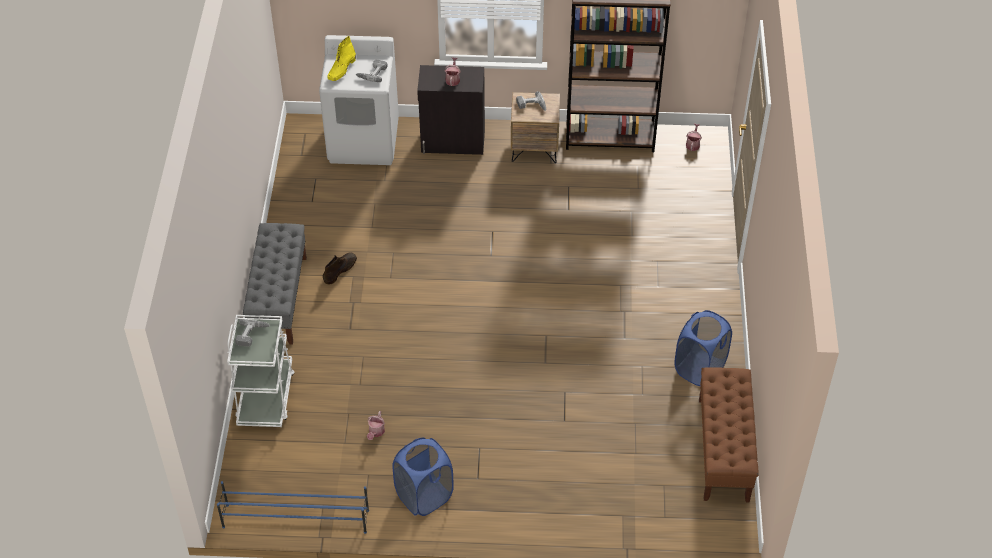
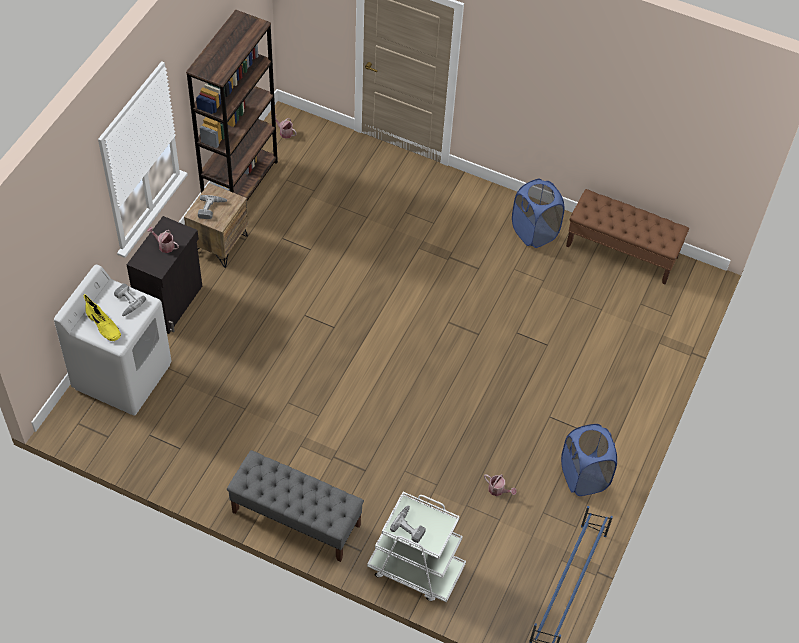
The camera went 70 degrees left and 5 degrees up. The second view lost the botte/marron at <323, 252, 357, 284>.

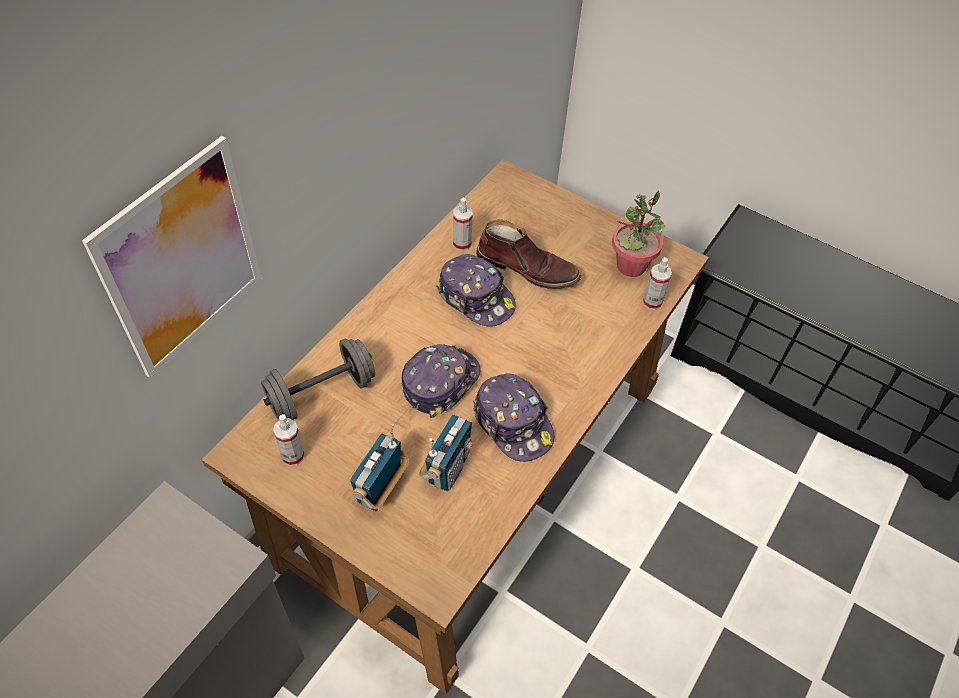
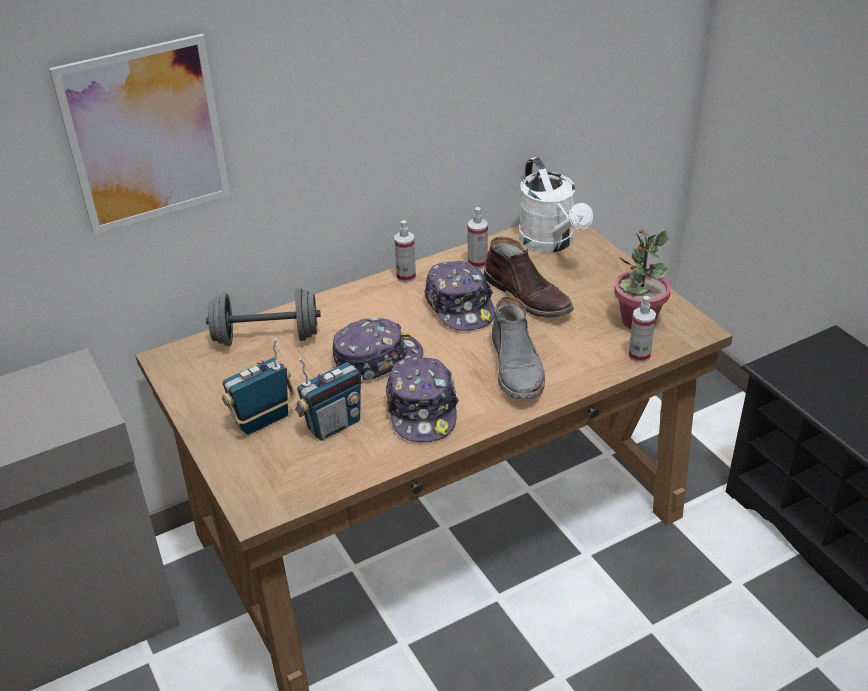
The camera went 30 degrees right and 15 degrees down. The second view gained the botte/gris at <492, 296, 545, 399>. The second view gained the arrosoir/blanc at <519, 157, 593, 252>. The vaporisateur ended up elsewhere, having gone from <273, 414, 305, 466> to <394, 220, 416, 283>.

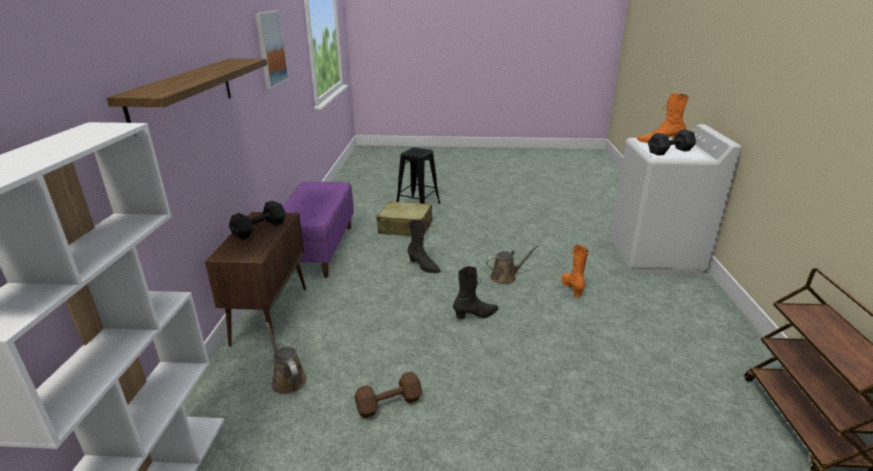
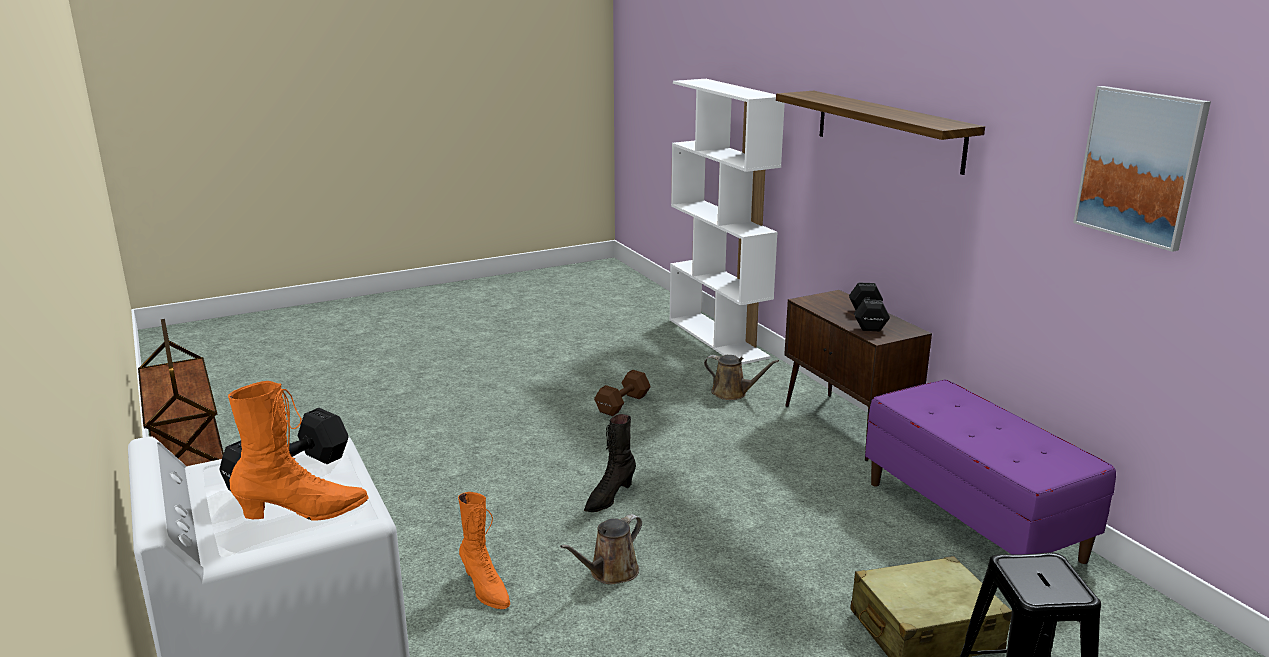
The camera went 150 degrees right and 5 degrees down. The second view lost the botte/noir at <408, 220, 441, 273>.

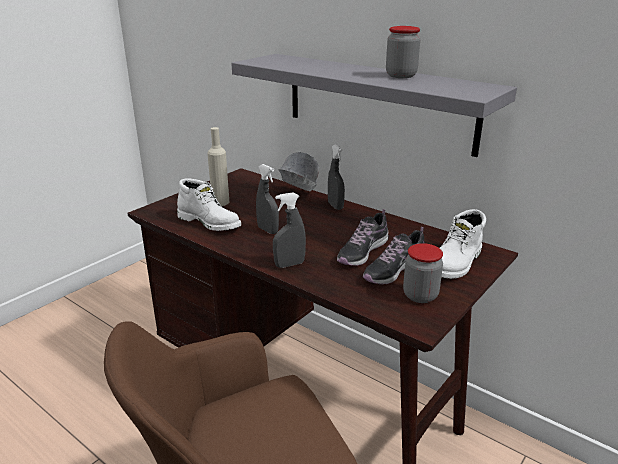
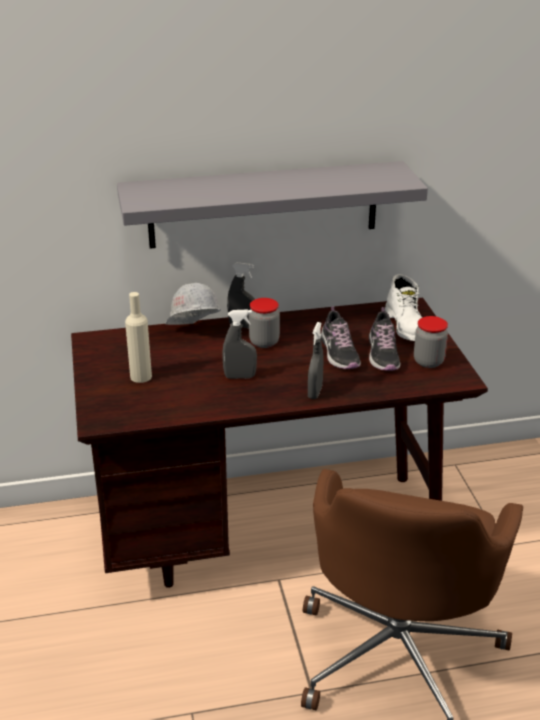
The camera went 50 degrees left and 5 degrees up. The second view lost the botte/blanc at <177, 179, 241, 231>. The bocal ended up elsewhere, having gone from <386, 26, 420, 78> to <249, 298, 280, 348>.

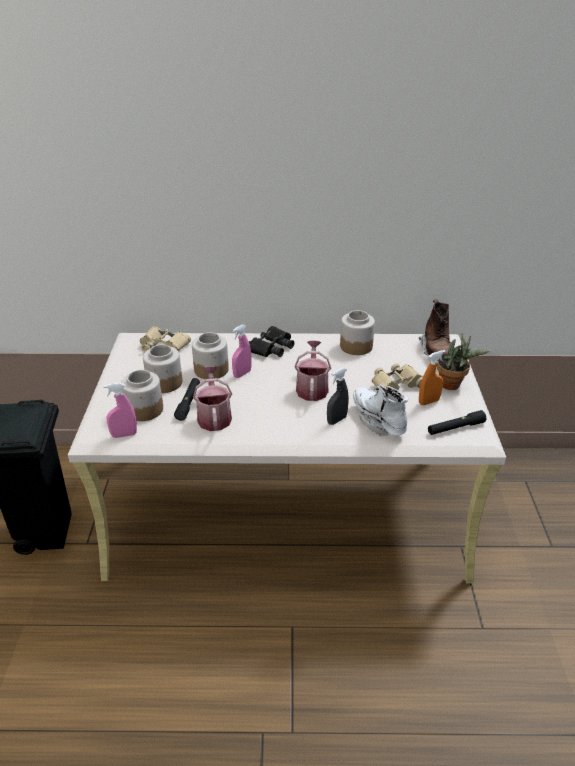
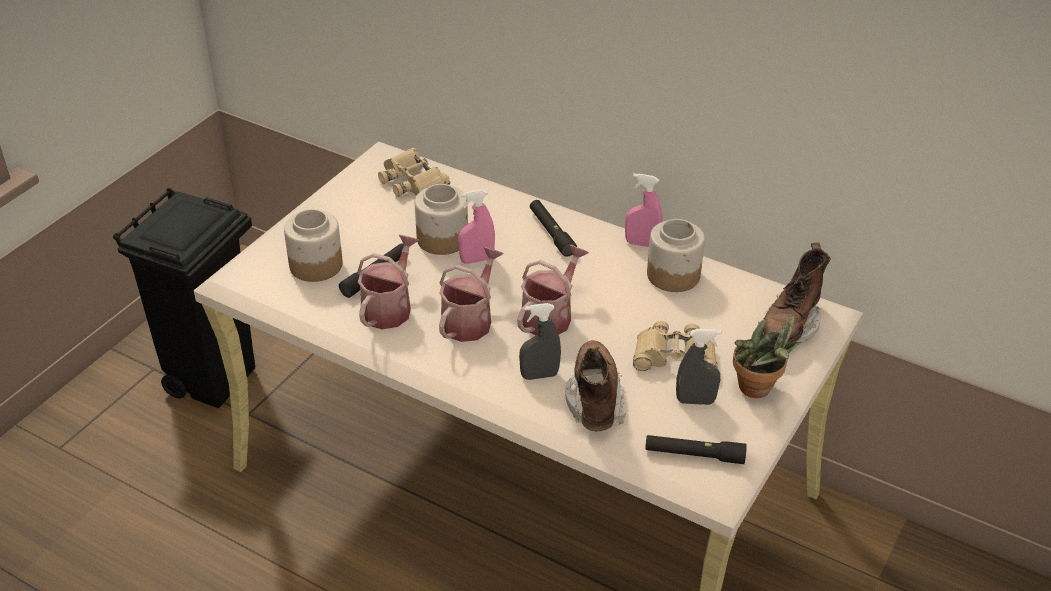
The camera went 30 degrees right and 5 degrees up. The second view lost the bocal at <143, 344, 182, 393>. The second view gained the arrosoir at <439, 247, 504, 342>. The vaporisateur/rose ended up elsewhere, having gone from <104, 383, 137, 438> to <625, 173, 663, 247>. Where the jumelles/noir stood at <249, 326, 294, 357>, the lampe de poche/noir came to stand at <530, 200, 577, 257>. What was the botte/blanc at <353, 384, 409, 436> turned into the botte/marron at <565, 340, 626, 431>. What was the vaporisateur/orange at <419, 350, 446, 405> turned into the vaporisateur/gris at <676, 329, 721, 405>.

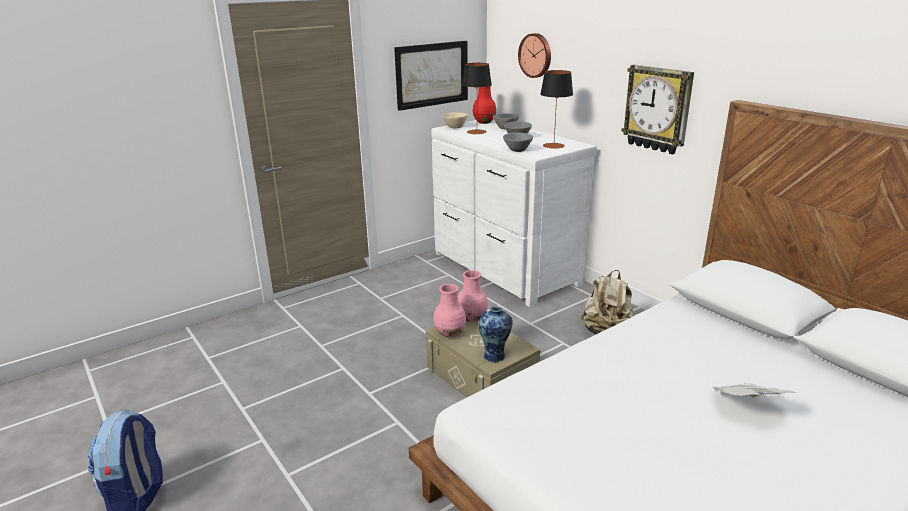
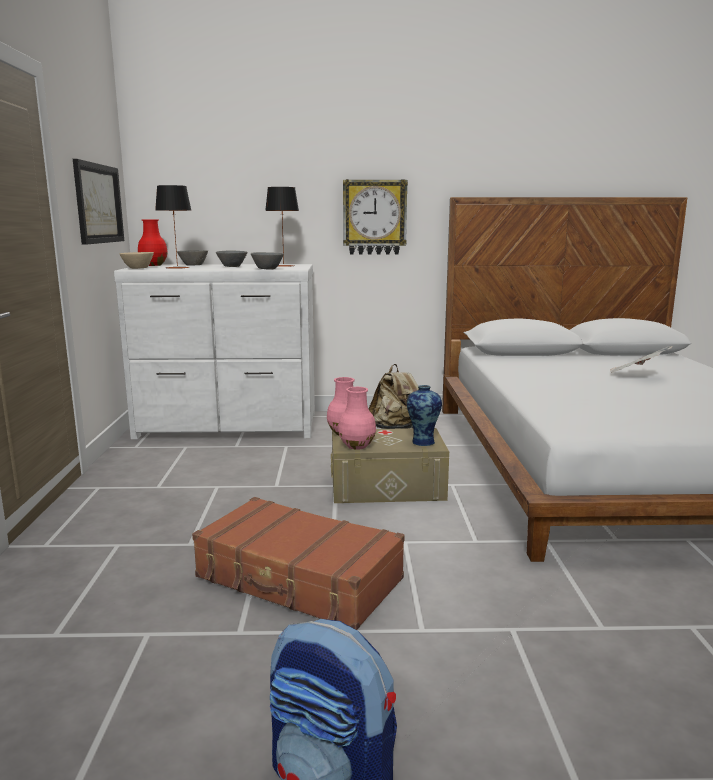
The camera went 55 degrees left and 10 degrees down. The second view lost the horloge murale at <518, 33, 551, 78>. The second view gained the valise/marron at <192, 497, 405, 630>.

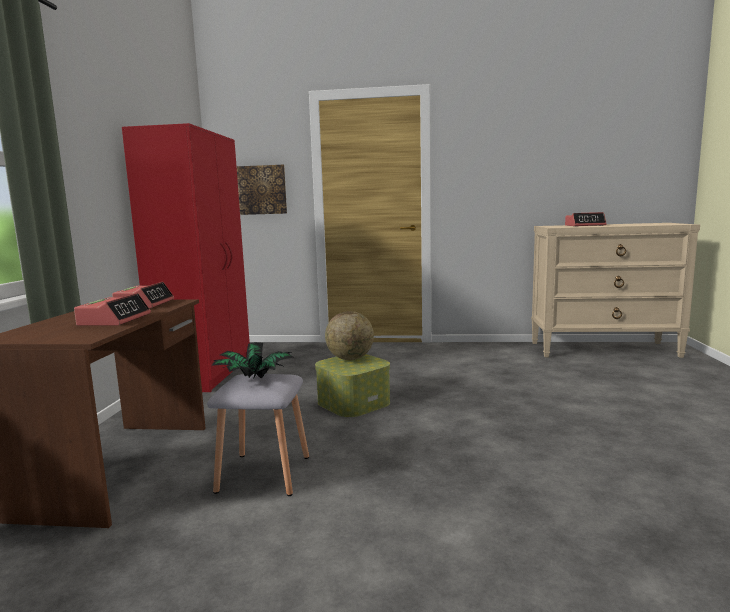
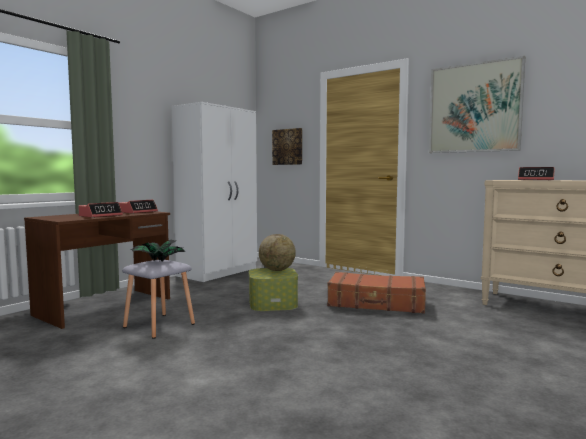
The camera went 30 degrees right and 5 degrees down. The second view gained the valise/marron at <327, 272, 426, 314>. The second view gained the tableau at <429, 56, 525, 153>. What was the armoire/rouge at <122, 123, 250, 392> turned into the armoire/blanc at <172, 102, 257, 282>.

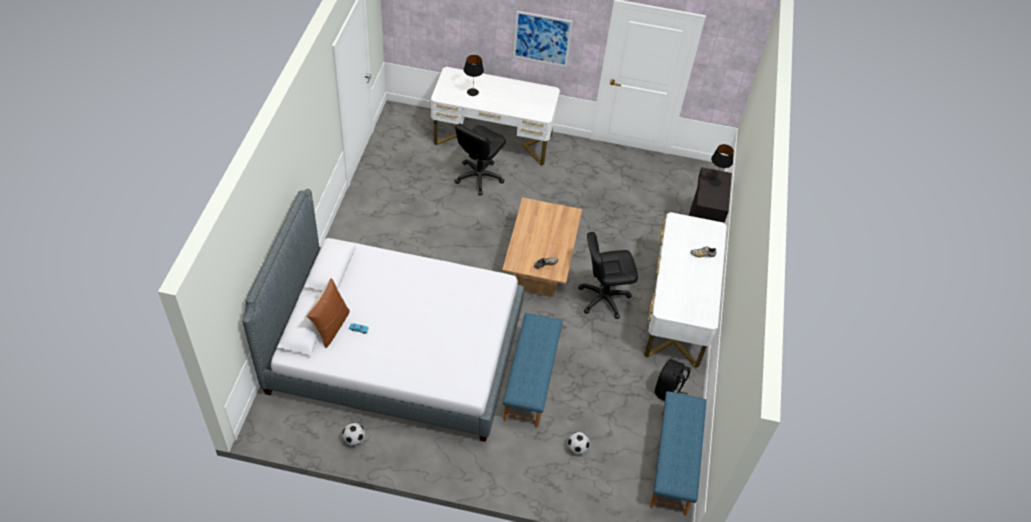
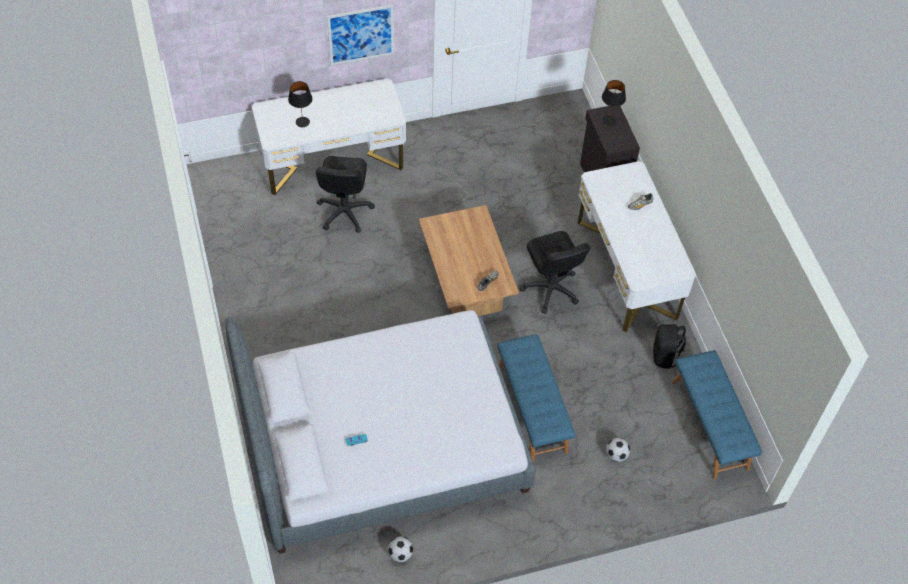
The camera went 25 degrees left and 5 degrees up. The second view lost the coussin/marron at <306, 278, 350, 348>. The chaise de bureau/noir at <578, 232, 638, 319> ended up facing another way, 75 degrees counterclockwise from before.

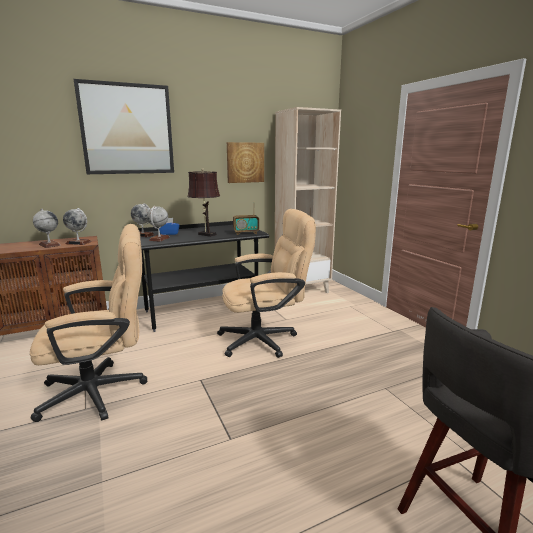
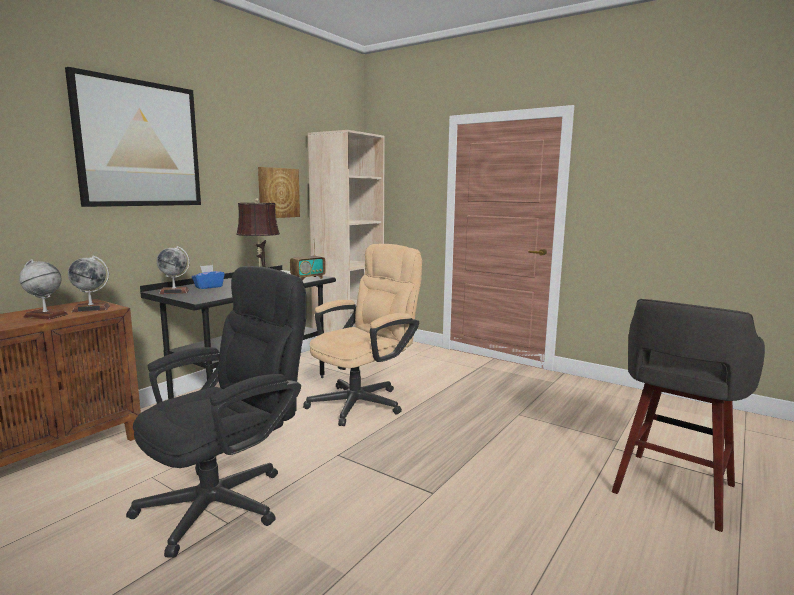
The camera went 30 degrees left and 5 degrees down. The second view lost the globe at <147, 206, 170, 242>. What was the chaise de bureau/beige at <30, 224, 147, 422> turned into the chaise de bureau/noir at <126, 266, 306, 558>.

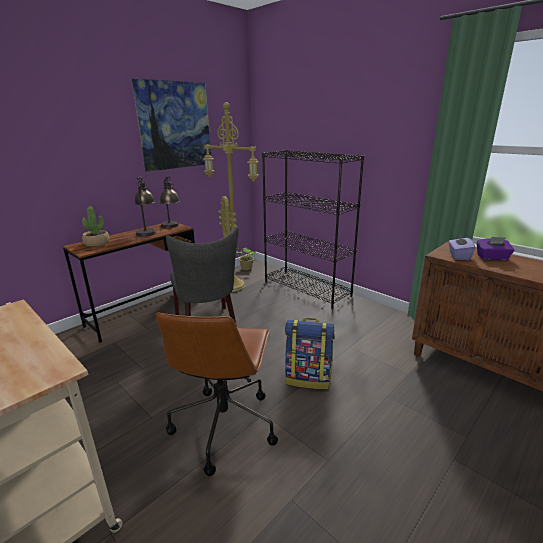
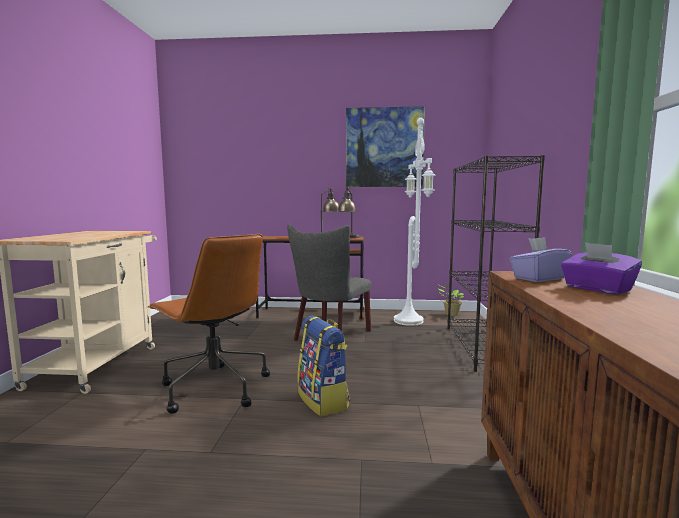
The camera went 50 degrees right and 15 degrees down. The second view lost the plante en pot at <82, 206, 110, 247>. What was the lampadaire/jaune at <203, 102, 259, 292> turned into the lampadaire/blanc at <394, 118, 436, 326>. The chaise de bureau/marron at <156, 313, 278, 476> ended up facing another way, 105 degrees counterclockwise from before.

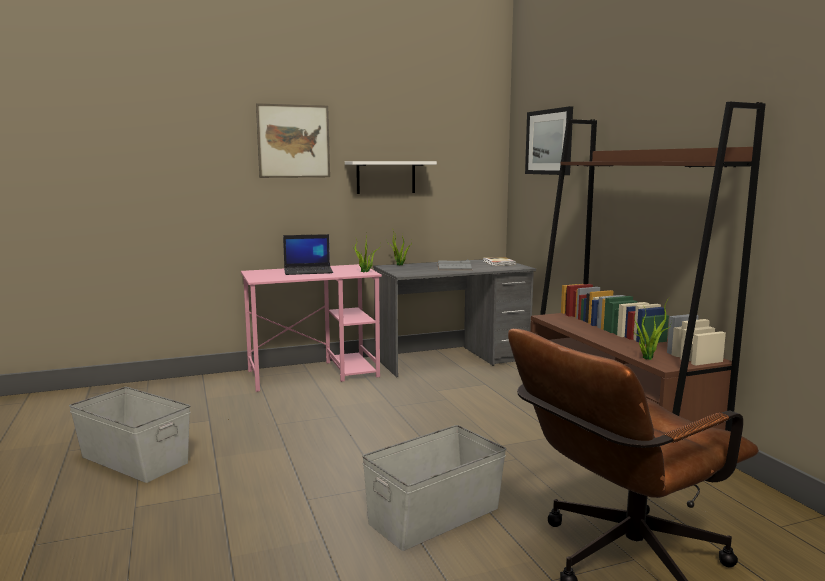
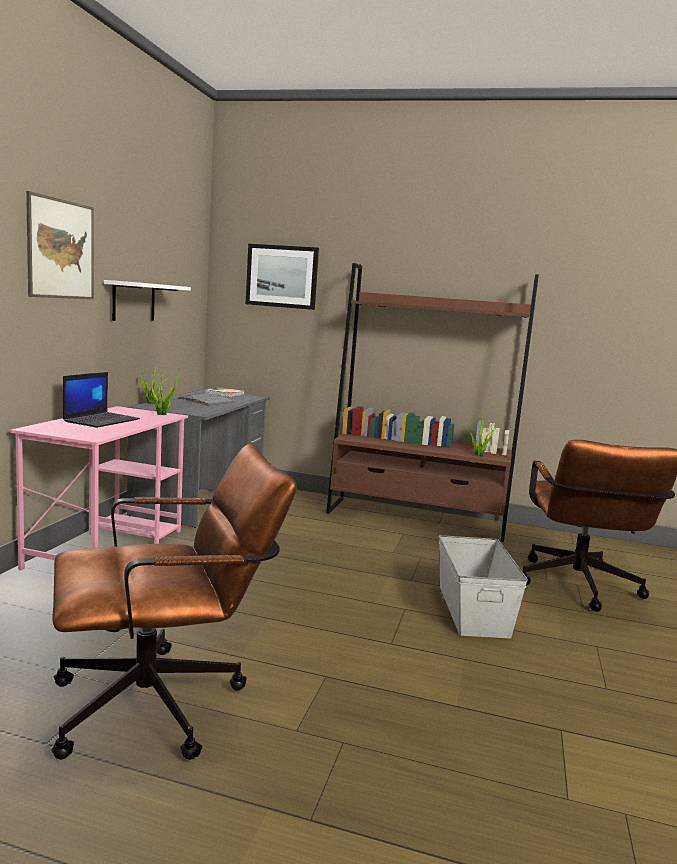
The camera went 55 degrees left and 0 degrees up. Where the boîte de rangement/gris stood at <69, 387, 191, 483>, the chaise de bureau/marron came to stand at <51, 444, 297, 760>.

